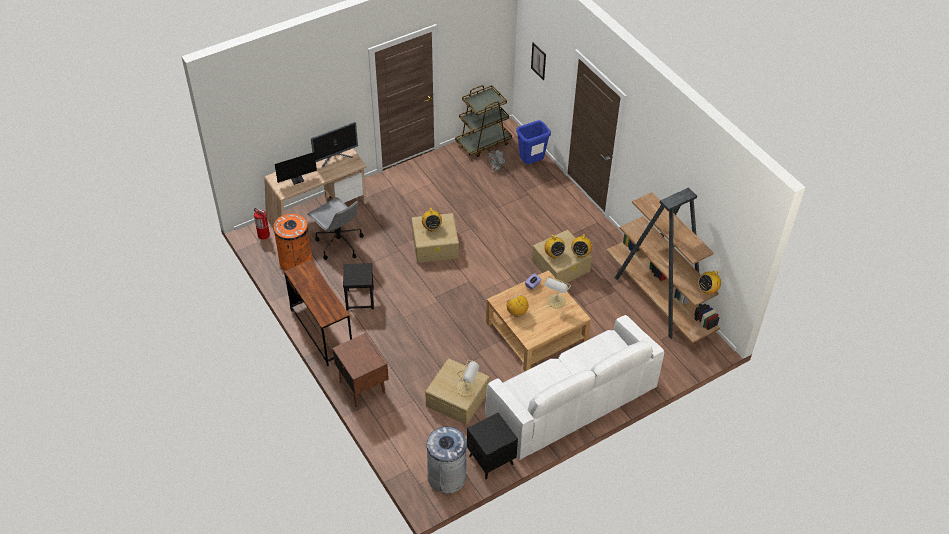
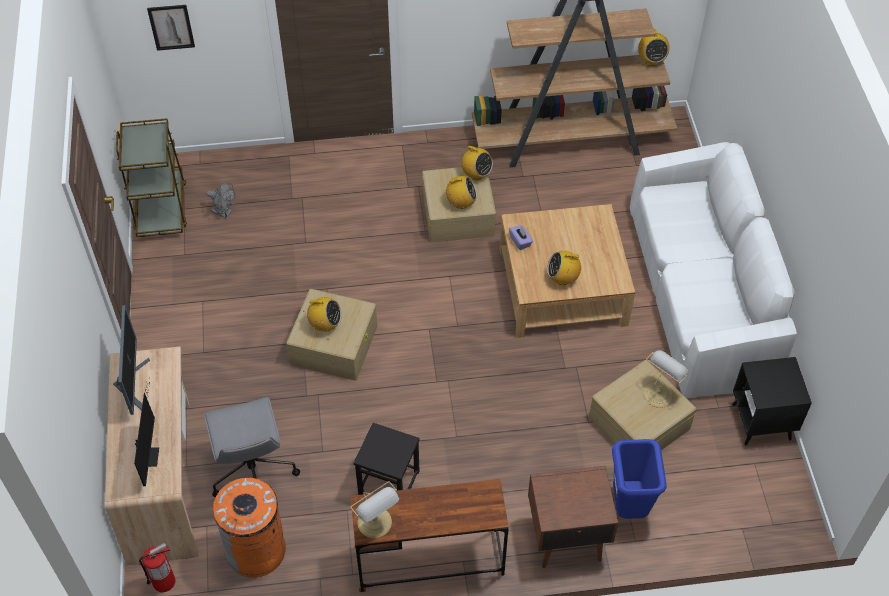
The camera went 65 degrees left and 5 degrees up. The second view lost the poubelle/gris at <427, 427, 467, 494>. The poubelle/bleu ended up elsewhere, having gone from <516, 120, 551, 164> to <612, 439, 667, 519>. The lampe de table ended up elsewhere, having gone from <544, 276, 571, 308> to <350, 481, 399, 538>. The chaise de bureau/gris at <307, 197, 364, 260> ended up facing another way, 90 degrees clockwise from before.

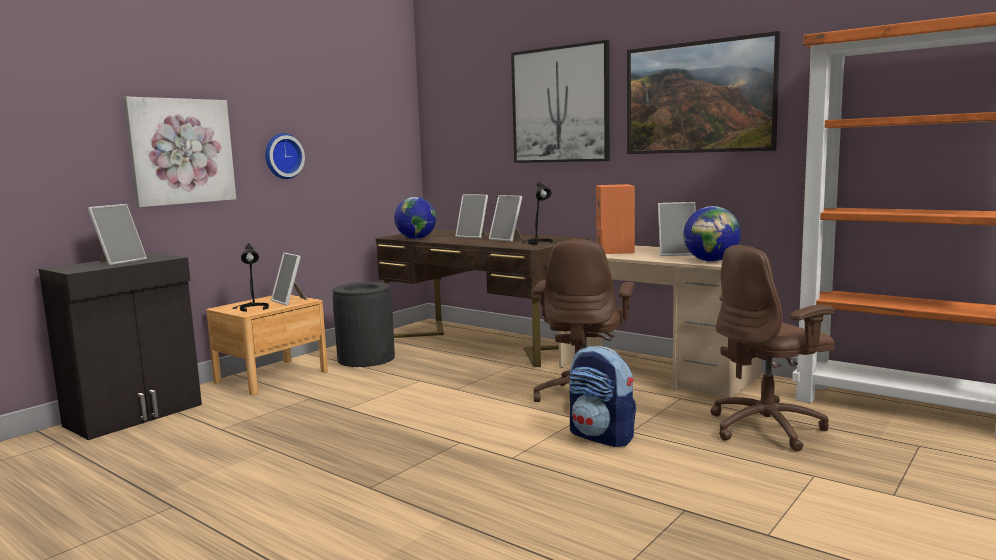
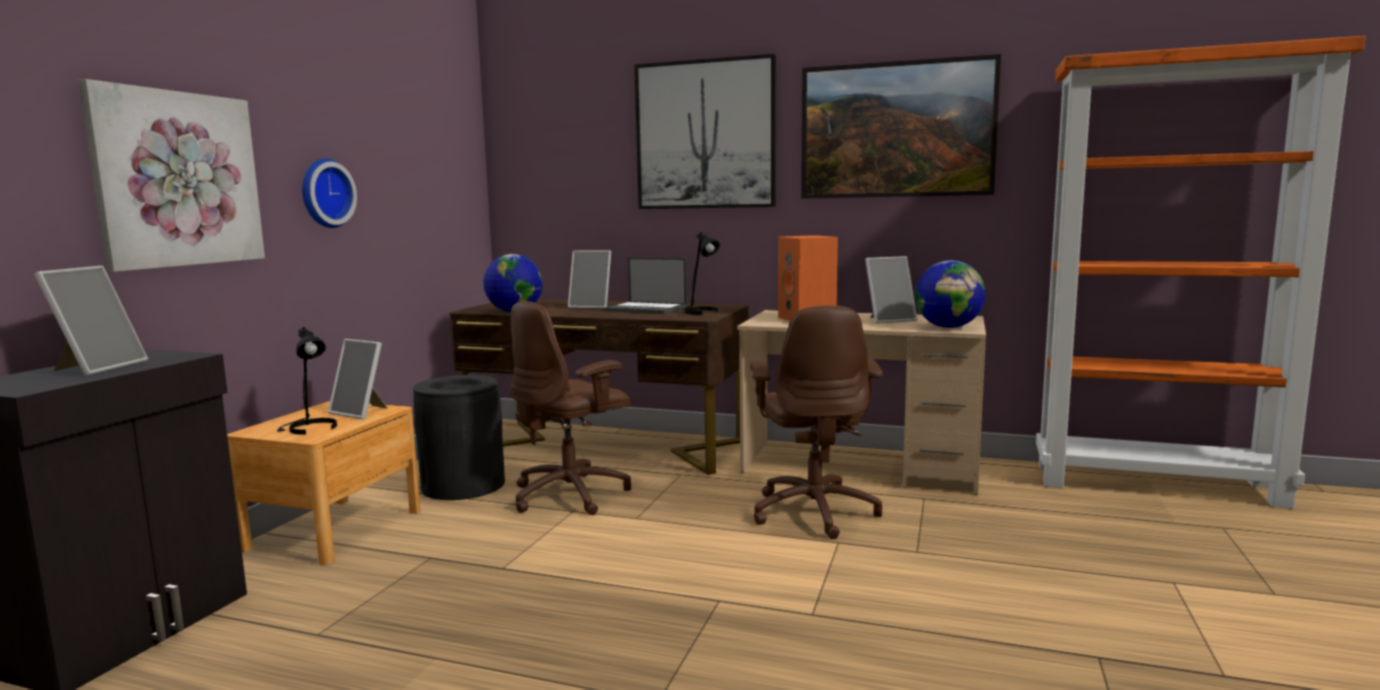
The camera went 20 degrees left and 0 degrees up. The second view lost the sac à dos at <569, 346, 636, 448>. The chaise de bureau/marron ended up elsewhere, having gone from <710, 245, 835, 451> to <510, 301, 631, 515>. Where the cadre photo stood at <489, 195, 522, 242>, the ordinateur portable came to stand at <604, 257, 687, 314>.

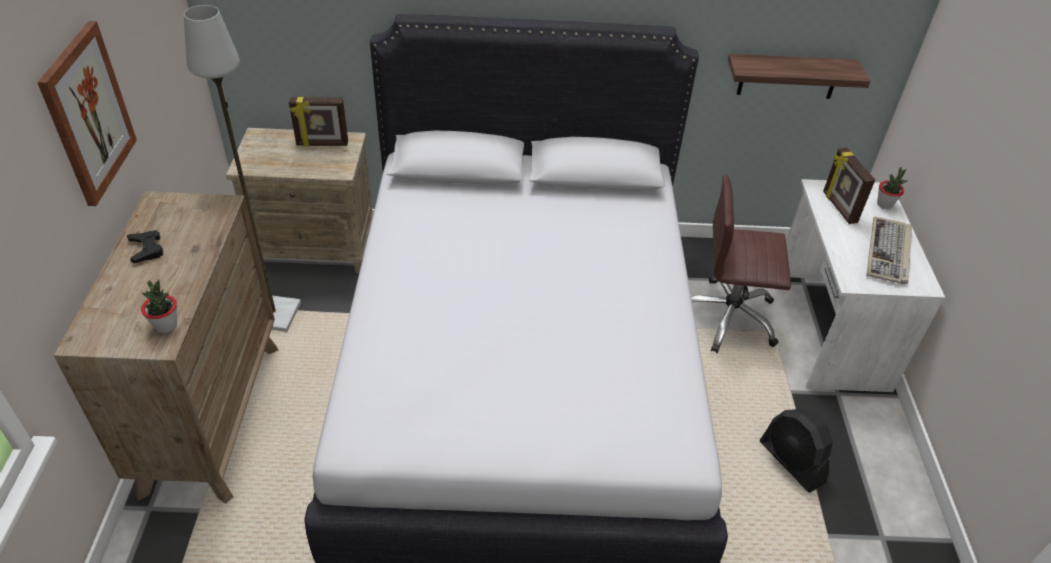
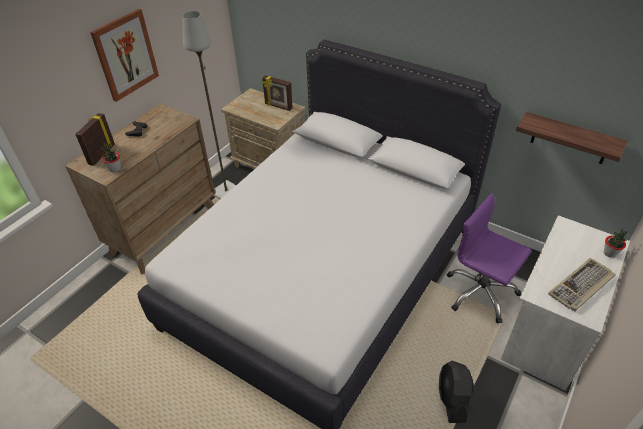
The camera went 35 degrees right and 0 degrees up. The cadre photo ended up elsewhere, having gone from <823, 148, 875, 224> to <75, 113, 115, 166>. What was the chaise de bureau/marron at <691, 175, 791, 353> turned into the chaise de bureau/violet at <447, 193, 532, 324>.

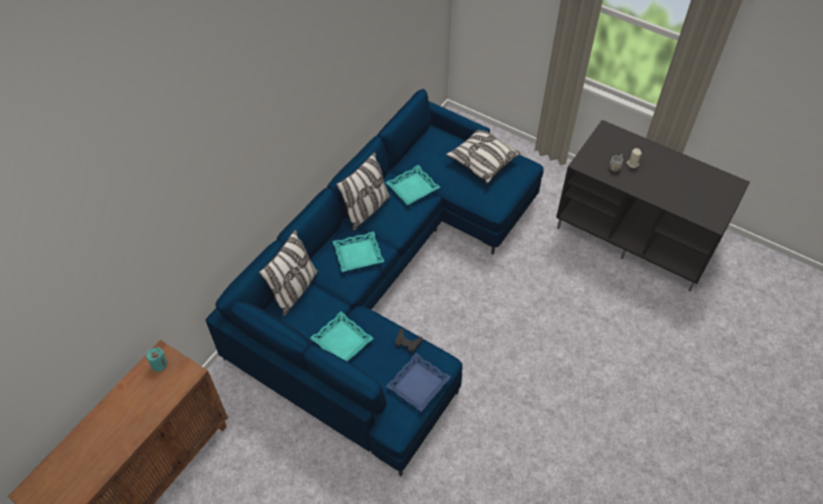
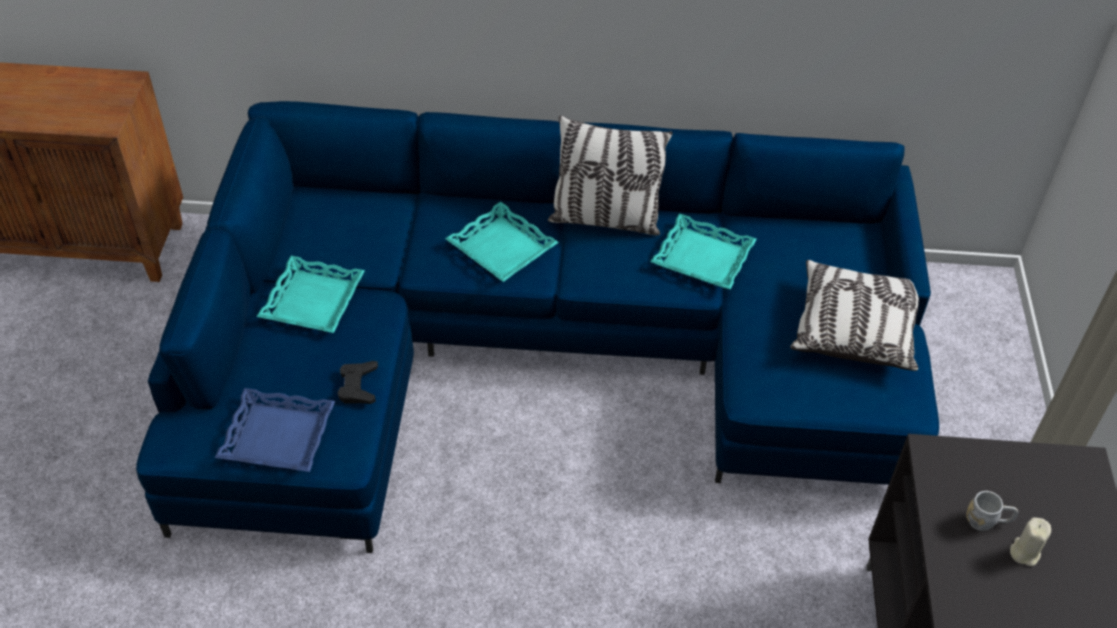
The camera went 60 degrees right and 5 degrees down. The second view lost the bougie/turquoise at <146, 348, 168, 372>. The second view lost the coussin at <258, 229, 318, 316>.

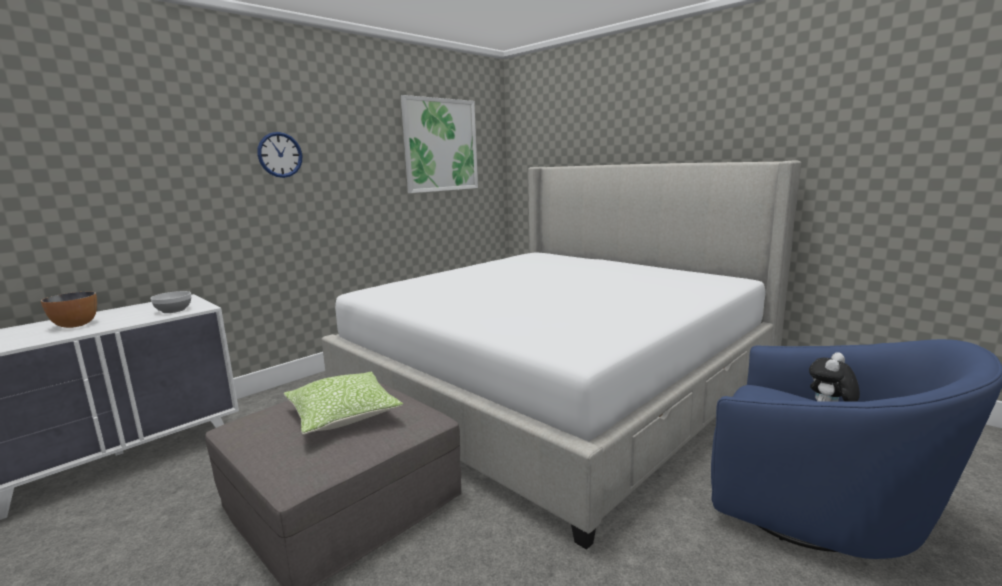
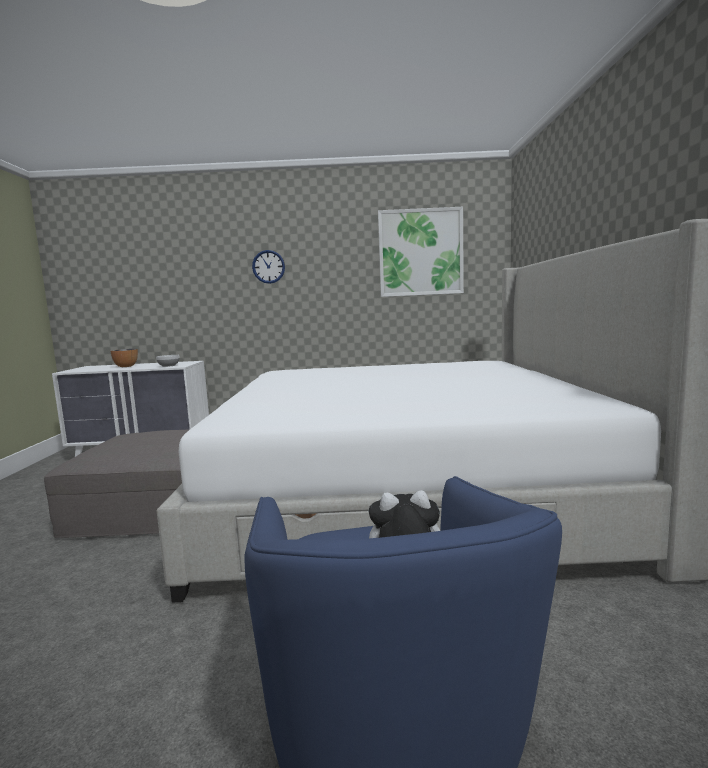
The camera went 45 degrees right and 5 degrees down. The second view lost the coussin at <284, 372, 403, 435>.

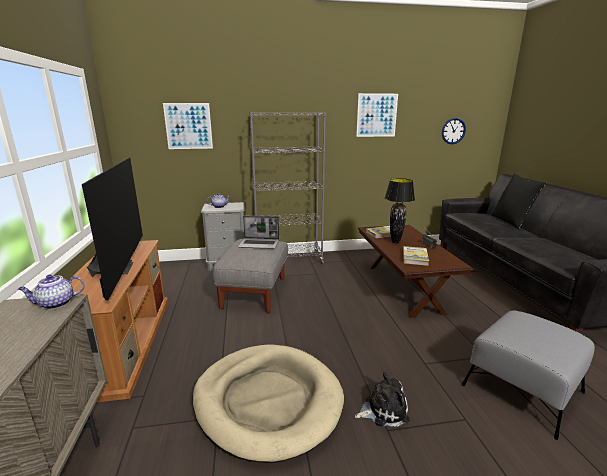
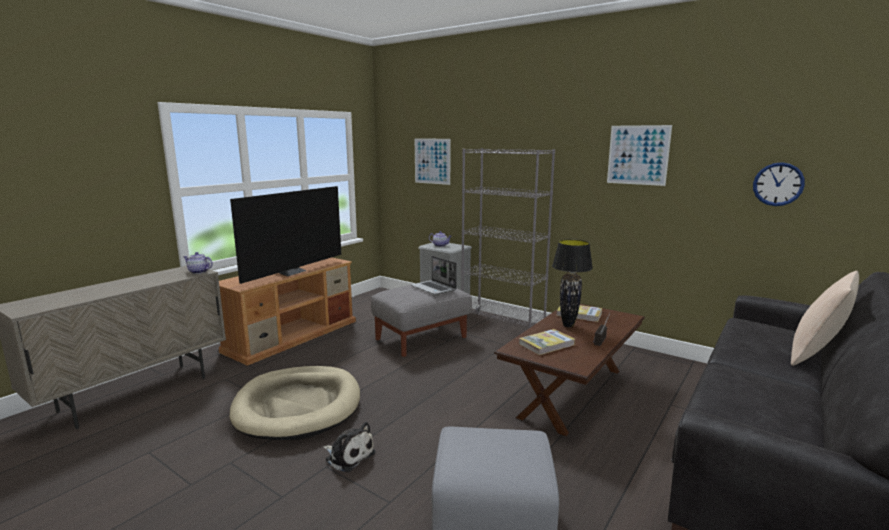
The camera went 45 degrees right and 5 degrees down. What was the coussin/noir at <491, 174, 546, 229> turned into the coussin/beige at <791, 271, 859, 366>.

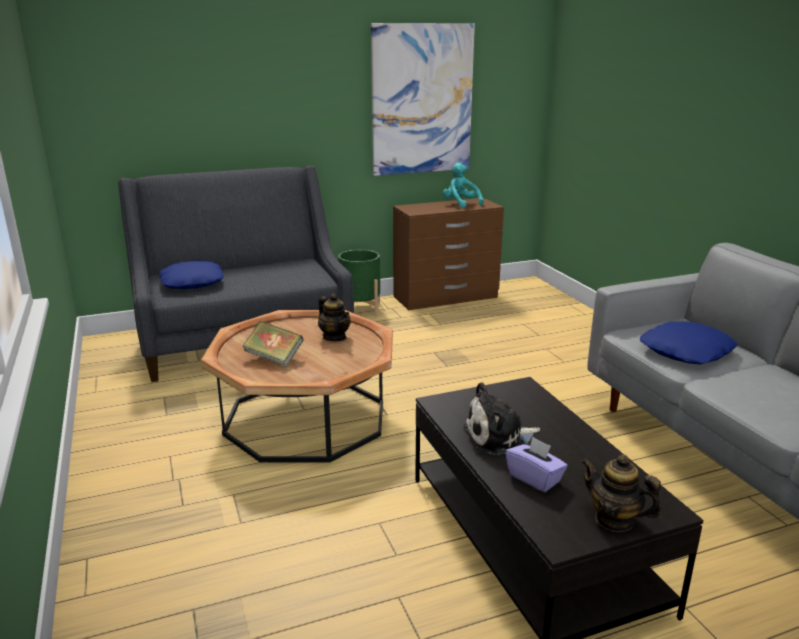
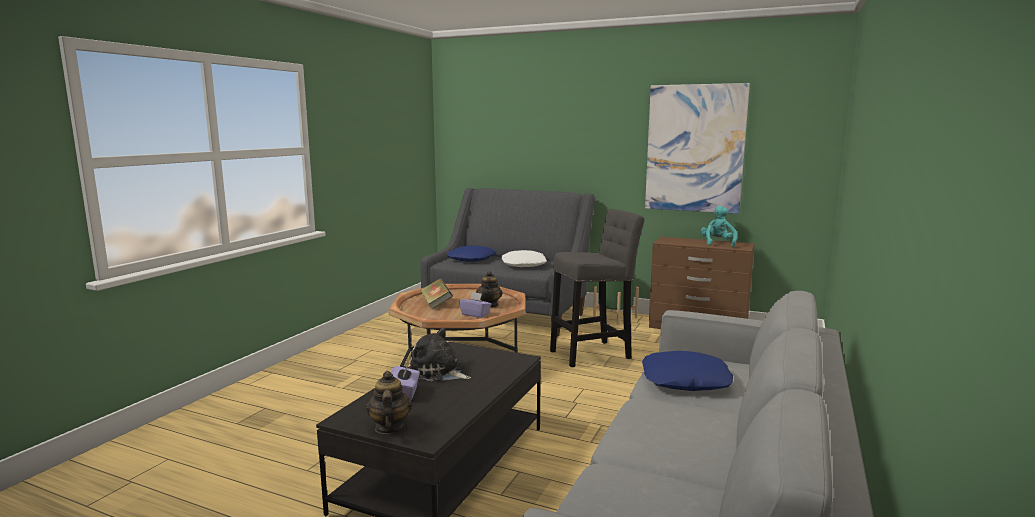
The camera went 45 degrees right and 10 degrees down. The second view gained the boîte à mouchoirs/violet at <459, 292, 491, 318>. The second view gained the coussin/blanc at <502, 250, 547, 267>. The second view gained the tabouret/gris at <550, 209, 645, 367>.

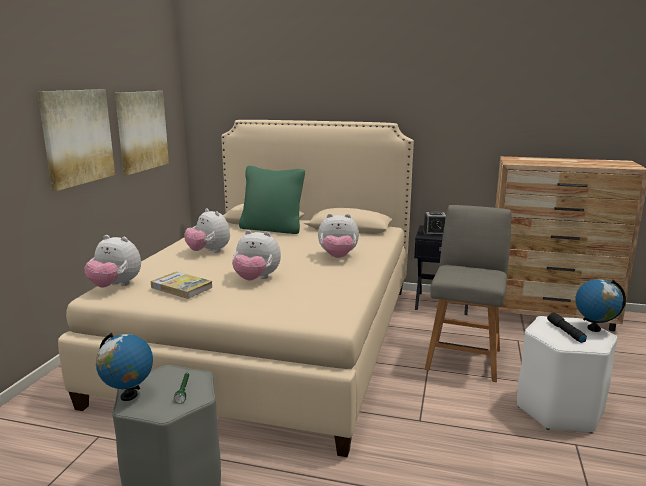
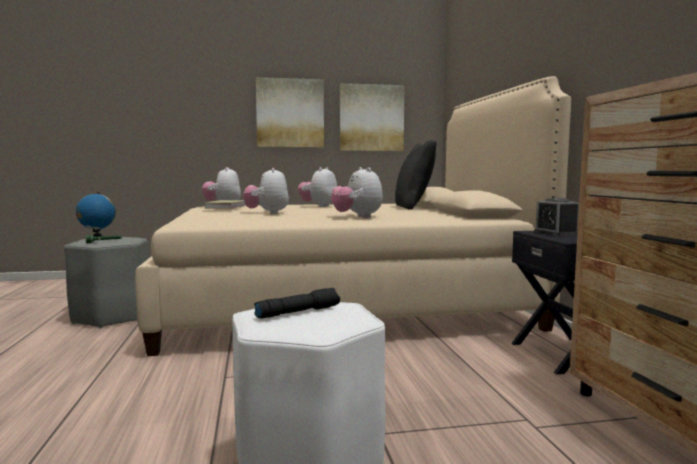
The camera went 65 degrees right and 10 degrees down. The second view lost the chaise/gris at <425, 205, 511, 382>. The second view lost the globe at <575, 279, 626, 332>. What was the coussin/vert at <239, 166, 305, 234> turned into the coussin/noir at <395, 140, 437, 210>.

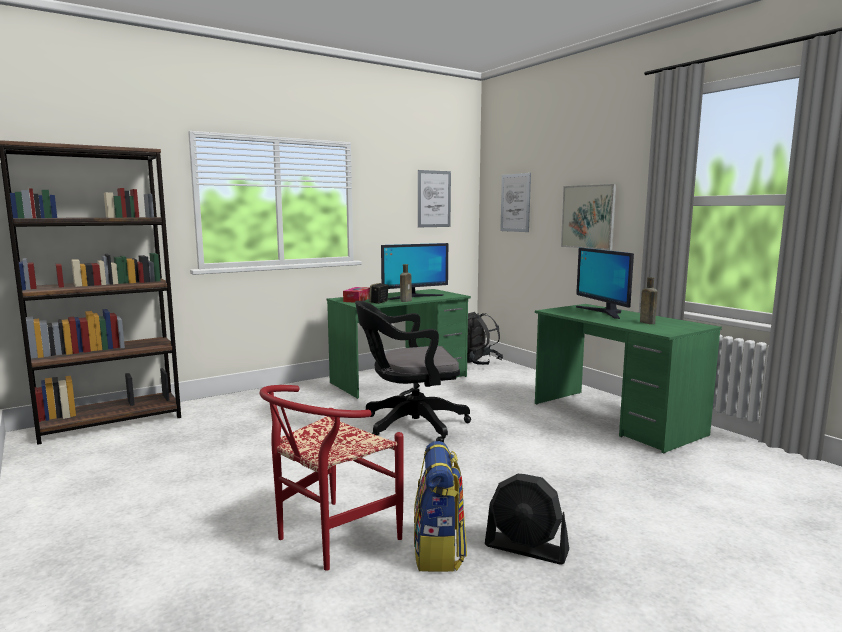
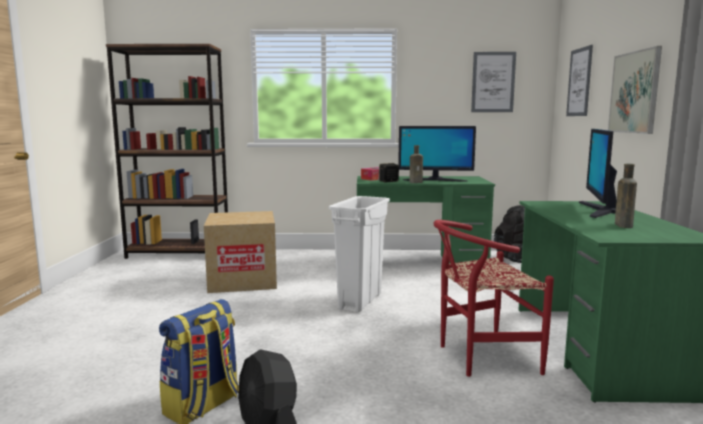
The camera went 35 degrees right and 0 degrees up. The second view gained the carton at <204, 211, 277, 293>. The chaise/rouge ended up elsewhere, having gone from <260, 385, 403, 571> to <433, 220, 554, 377>. Where the chaise de bureau/noir stood at <355, 301, 471, 442>, the poubelle/blanc came to stand at <329, 196, 390, 312>.

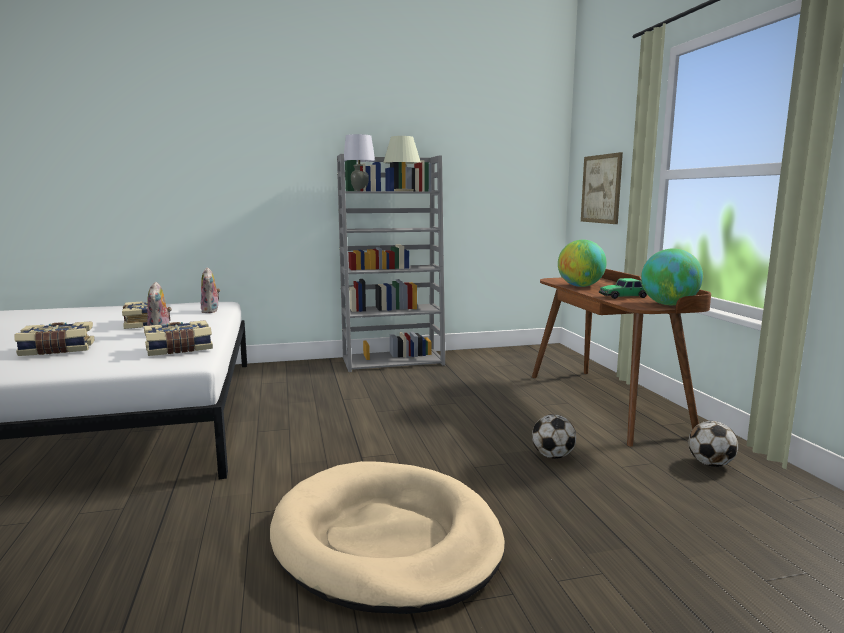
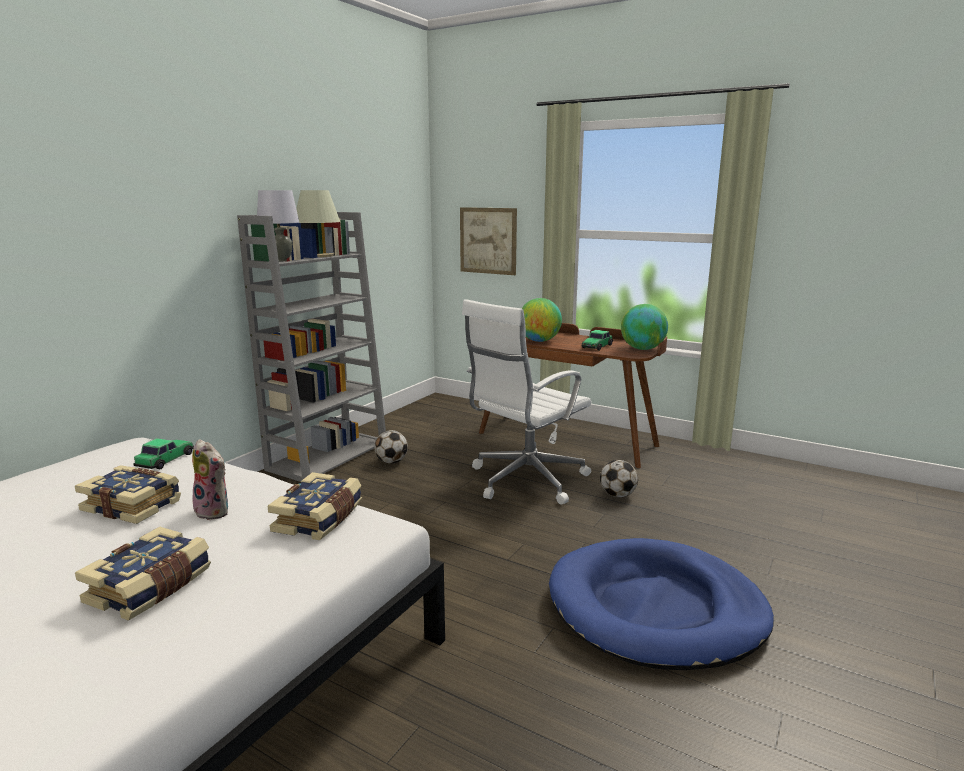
The camera went 45 degrees left and 5 degrees up. The second view gained the chaise de bureau/blanc at <462, 299, 591, 505>. The ballon de foot ended up elsewhere, having gone from <689, 421, 738, 467> to <374, 430, 408, 464>. Where the peluche stood at <201, 267, 220, 313>, the petite voiture came to stand at <133, 438, 194, 469>. What was the panier pour chien/beige at <270, 461, 505, 614> turned into the panier pour chien/bleu at <549, 538, 774, 670>.

